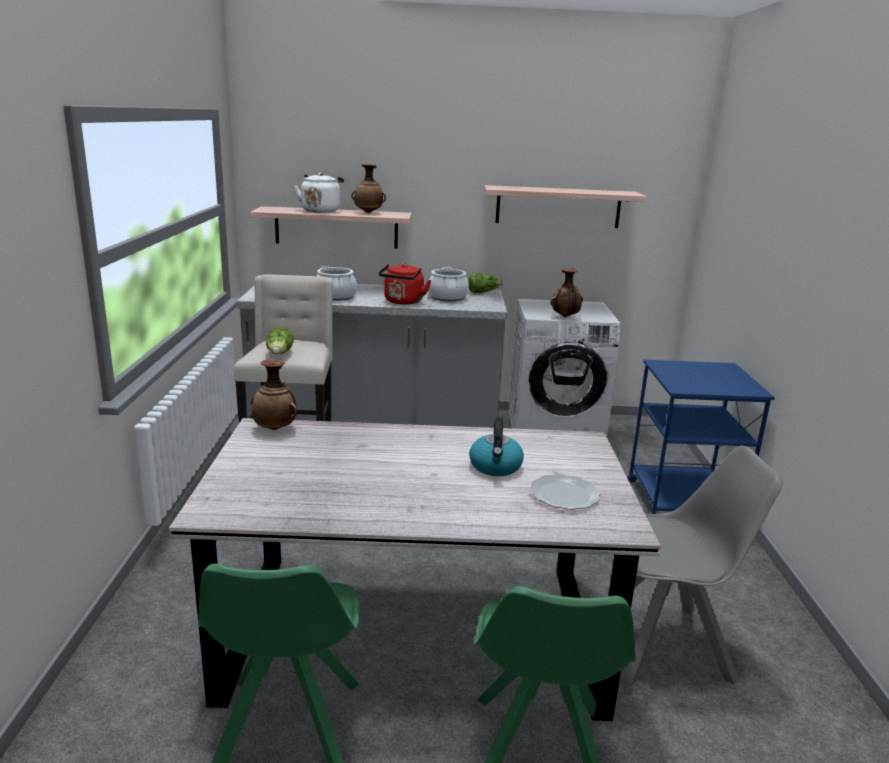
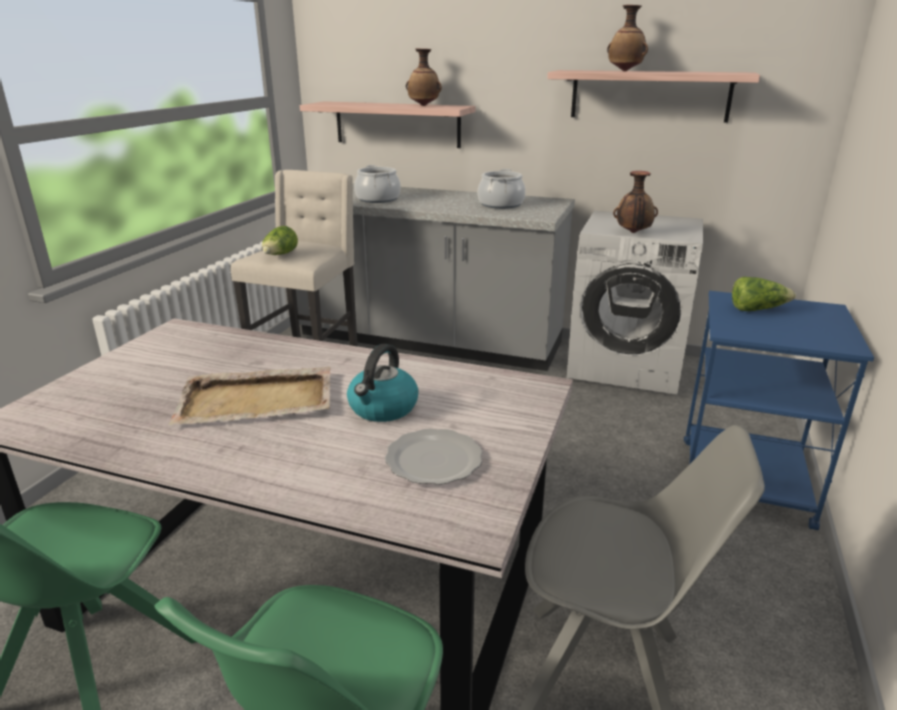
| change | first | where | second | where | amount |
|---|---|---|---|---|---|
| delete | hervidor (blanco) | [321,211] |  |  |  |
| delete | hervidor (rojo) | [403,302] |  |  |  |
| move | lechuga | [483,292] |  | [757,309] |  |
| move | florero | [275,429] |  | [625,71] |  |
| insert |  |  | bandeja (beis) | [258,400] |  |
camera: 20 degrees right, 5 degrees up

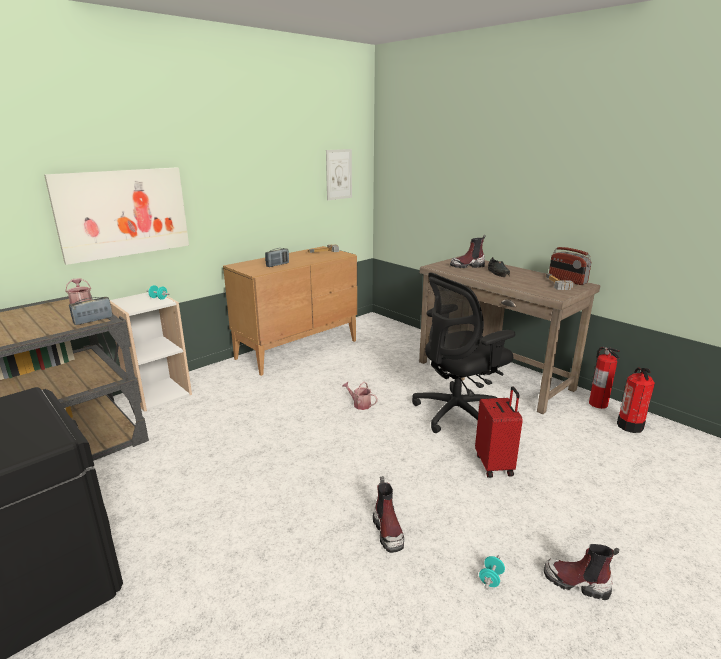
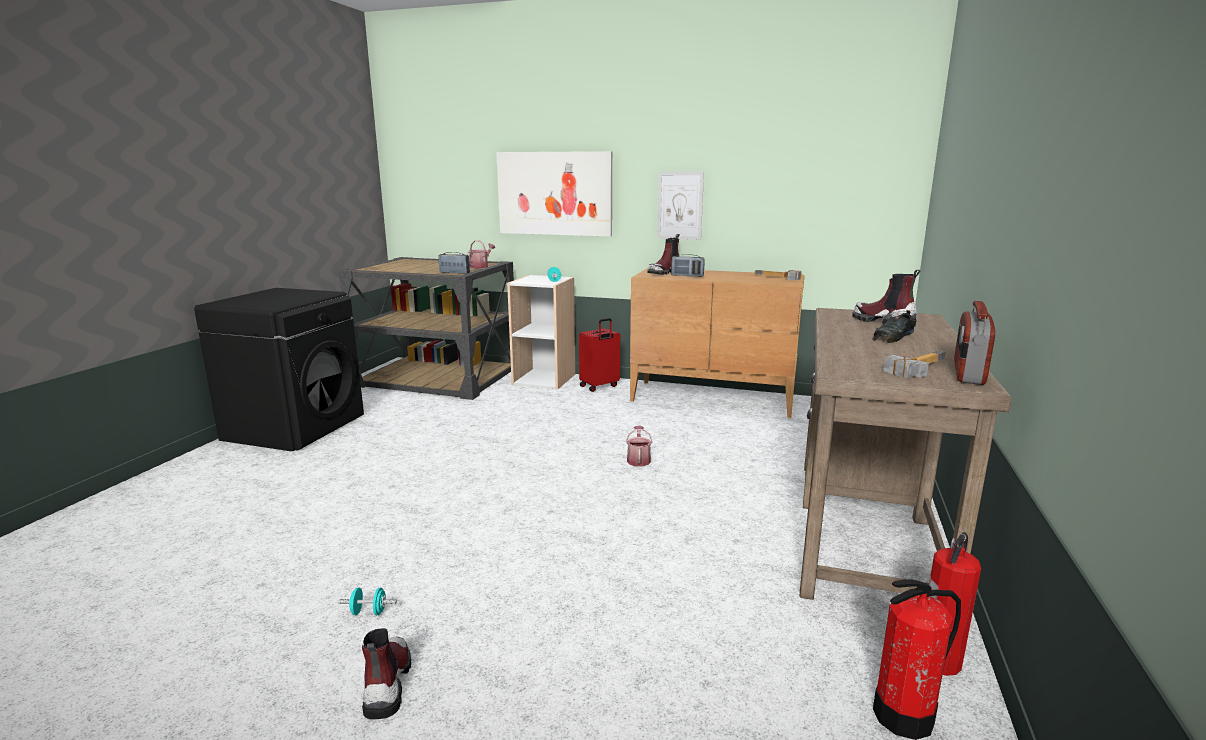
| change | first | where | second | where | amount |
|---|---|---|---|---|---|
| move | cuadro | [339,174] |  | [680,205] |  |
| delete | silla de oficina (negro) | [460,410] |  |  |  |
| move | maleta (rojo) | [495,465] |  | [599,386] |  |
| move | bota | [388,532] |  | [665,272] |  |
camera: 60 degrees right, 5 degrees down

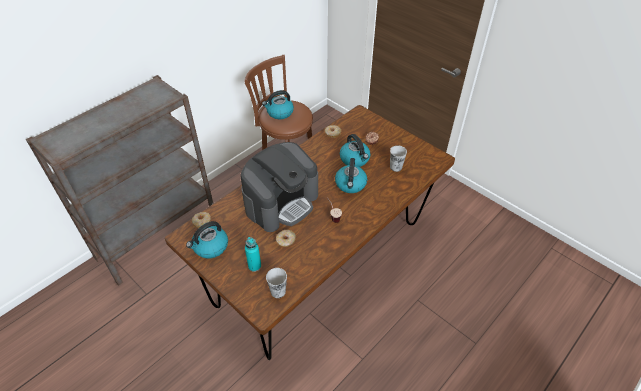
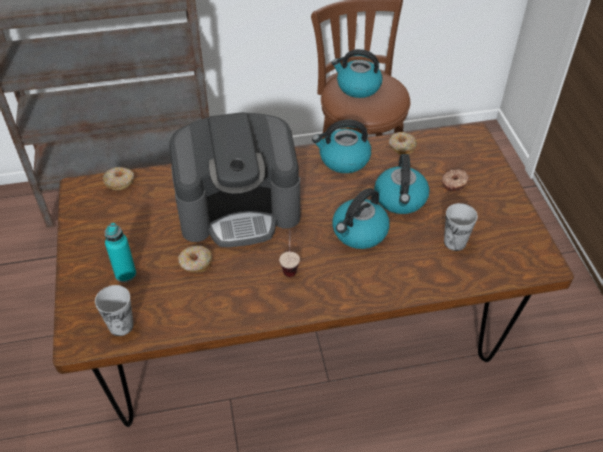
| change | first | where | second | where | amount |
|---|---|---|---|---|---|
| move | hervidor | [210,247] |  | [343,160] |  |
camera: 35 degrees right, 0 degrees up

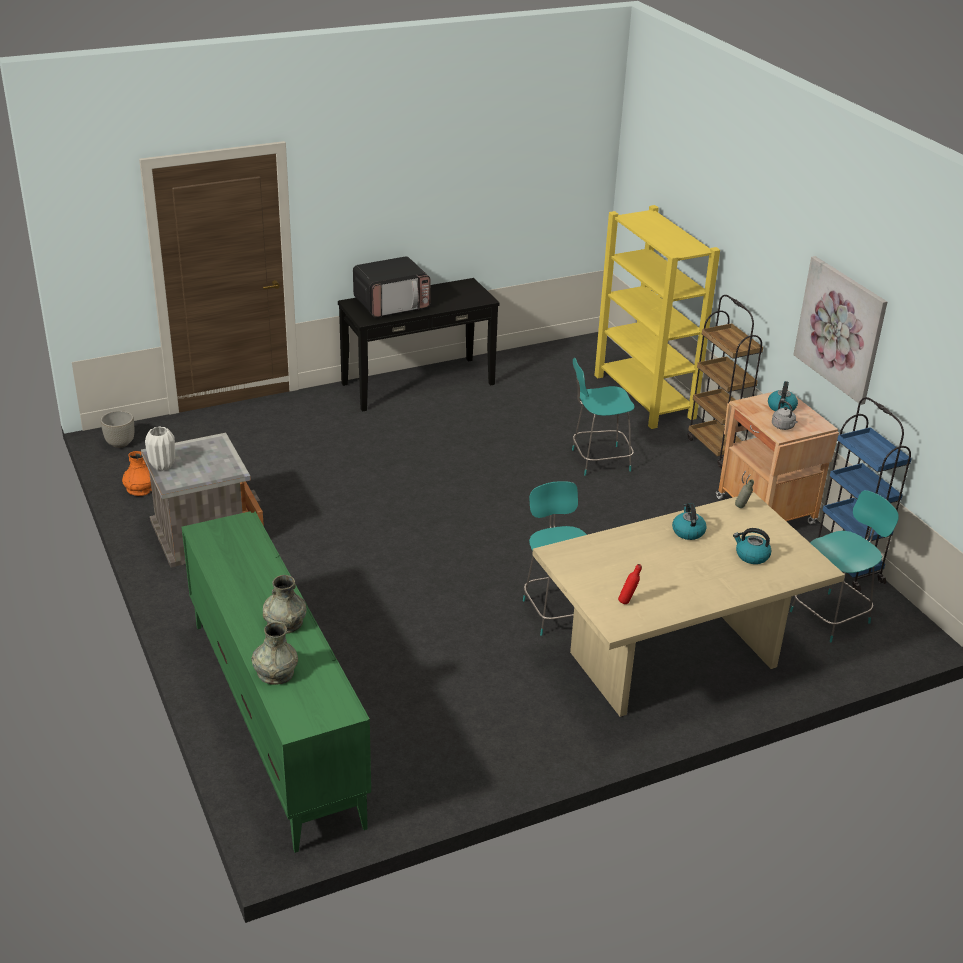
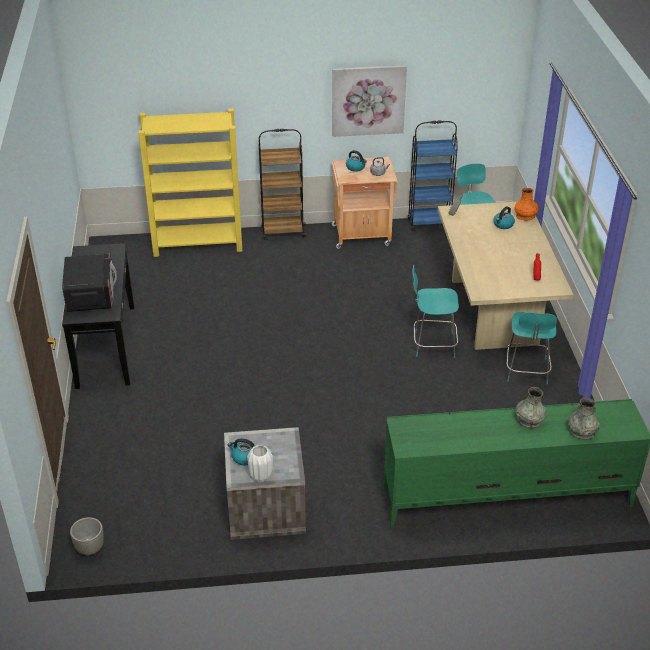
| change | first | where | second | where | amount |
|---|---|---|---|---|---|
| move | silla (turquesa) | [598,460] |  | [526,371] |  |
| move | florero (naranja) | [140,489] |  | [525,216] |  |
| move | hervidor | [688,531] |  | [244,457] |  |
camera: 70 degrees left, 5 degrees up

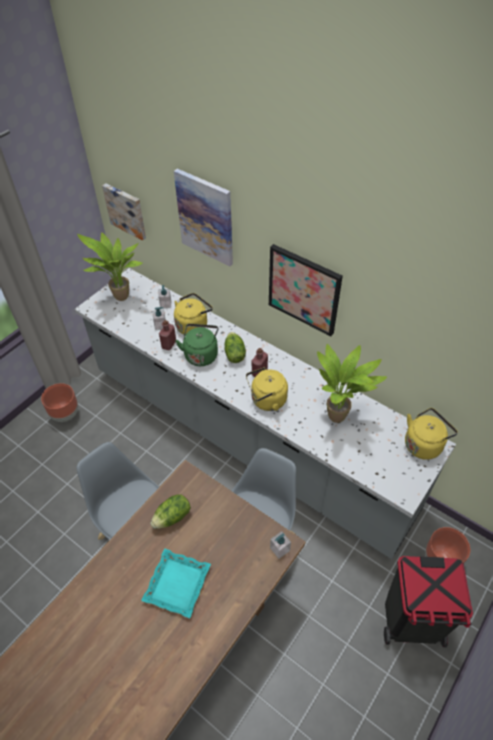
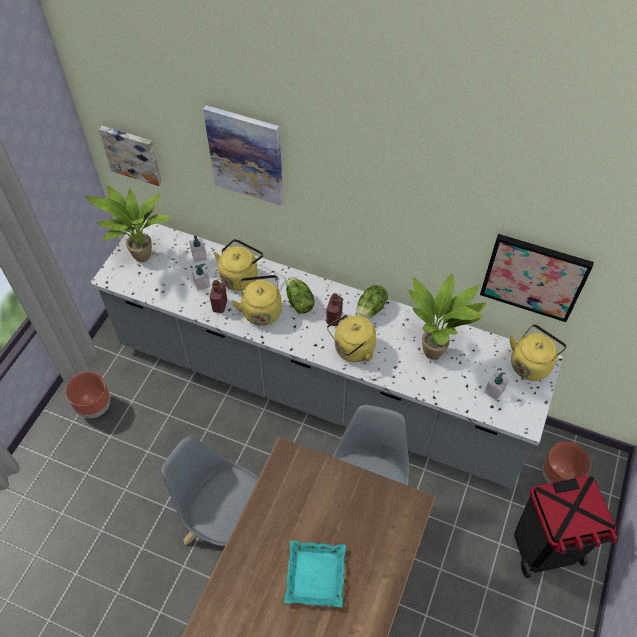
| change | first | where | second | where | amount |
|---|---|---|---|---|---|
| move | cuadro | [304,289] |  | [534,277] |  |
| recolor | hervidor (verde) | [201,354] | hervidor (amarillo) | [261,310] |  |
| move | lechuga | [172,517] |  | [371,309] |  |
| move | dispensador de jabón | [279,549] |  | [494,392] |  |
camera: 15 degrees left, 5 degrees up

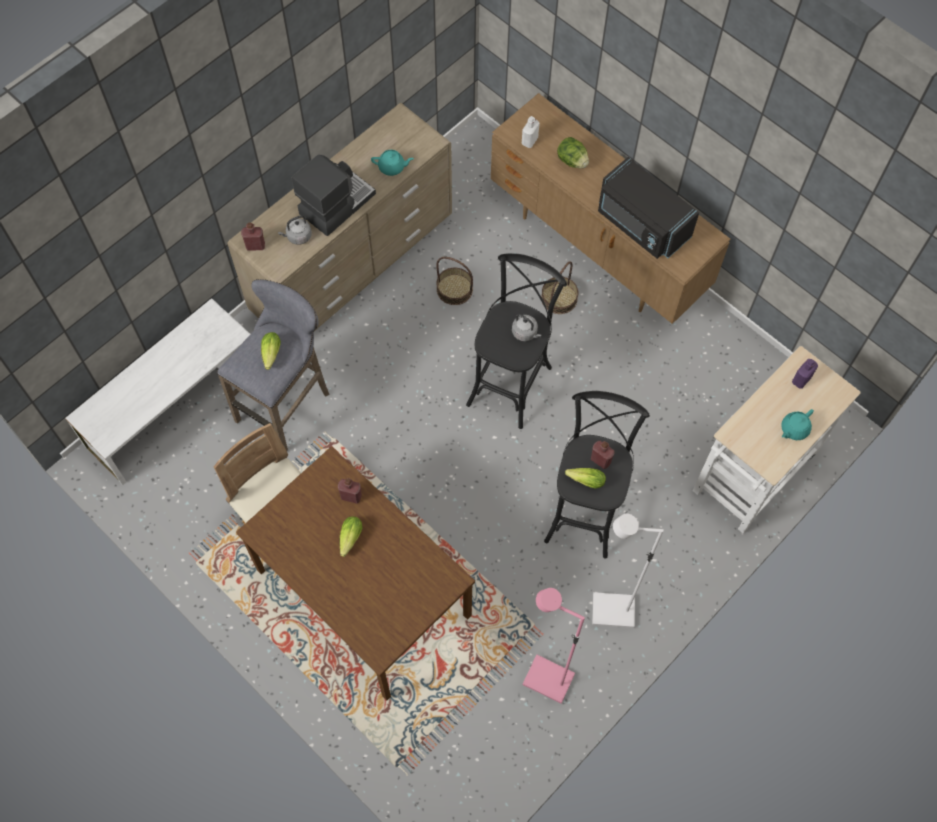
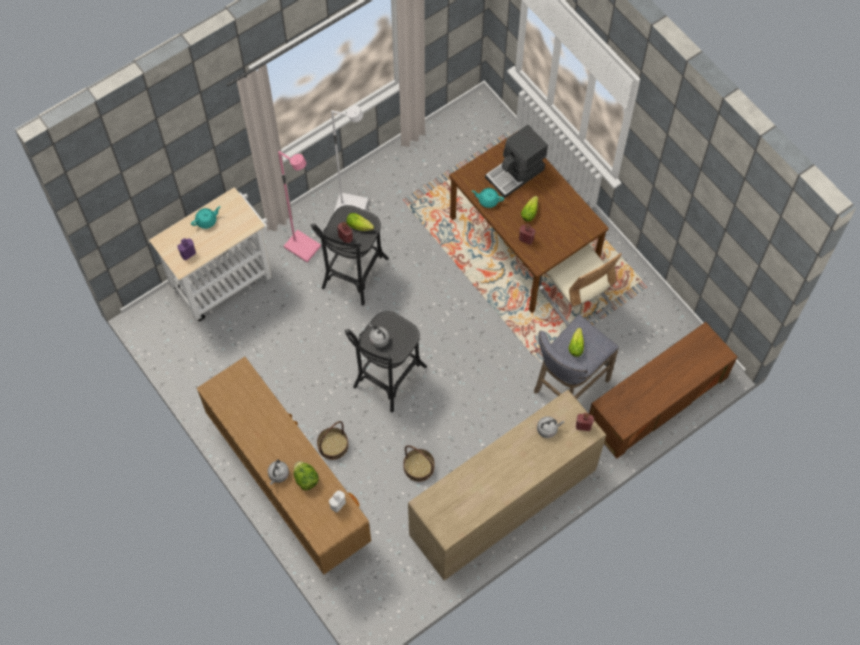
| change | first | where | second | where | amount |
|---|---|---|---|---|---|
| move | tetera (turquesa) | [392,167] |  | [488,200] |  |
| move | cafetera | [336,204] |  | [516,173] |  |
| delete | microondas (negro) | [641,224] |  |  |  |
| recolor | banco (blanco) | [174,403] | banco (marrón) | [657,401] |  |
| move | lámpara de pie (rosa) | [547,680] |  | [303,246] |  |
| insert |  |  | hervidor (gris) | [278,475] |  |
camera: 170 degrees left, 0 degrees up

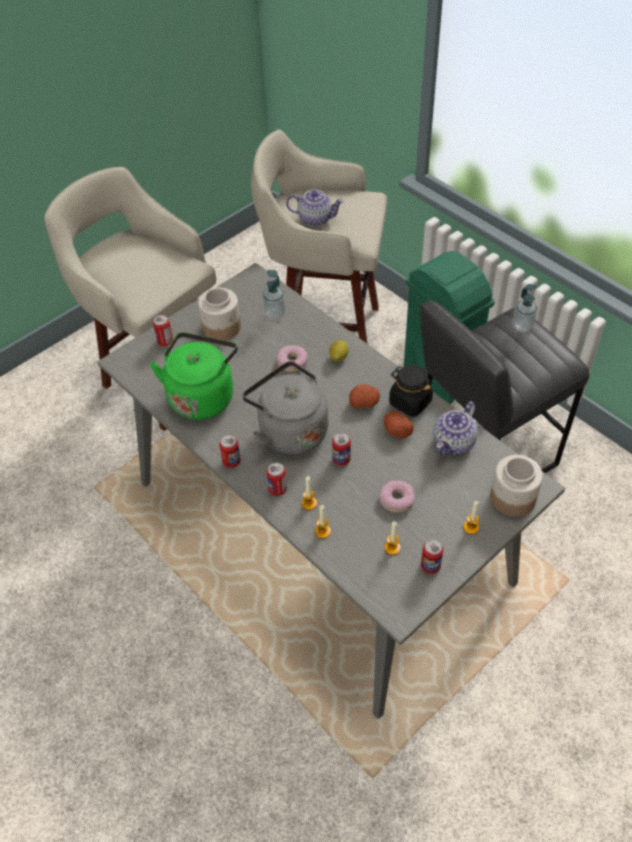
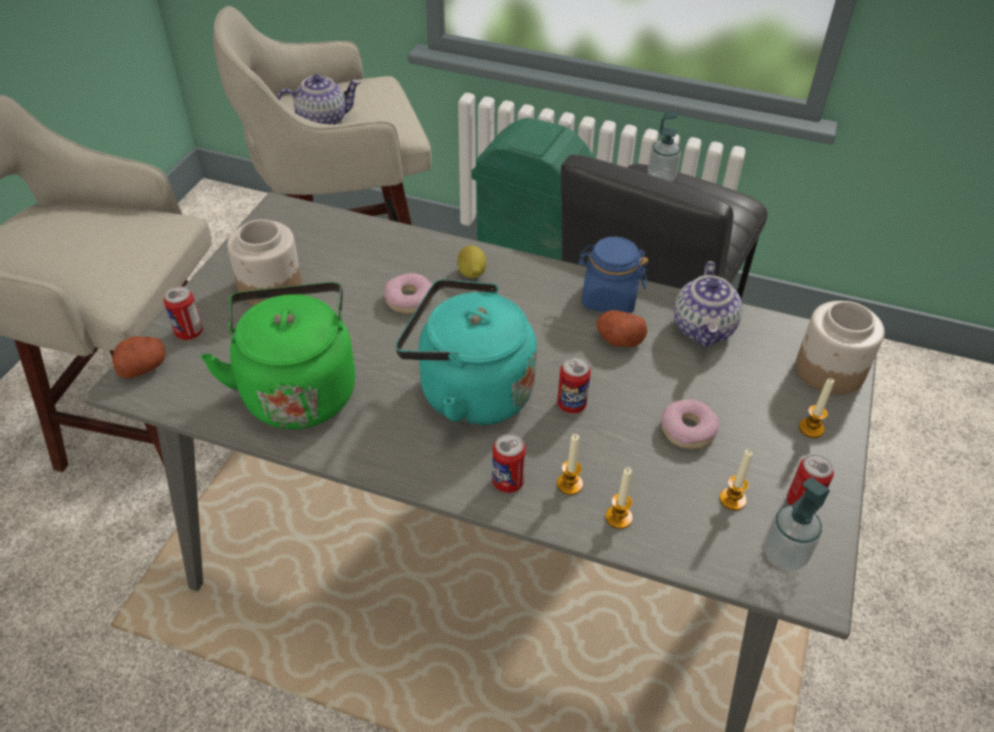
| change | first | where | second | where | amount |
|---|---|---|---|---|---|
| move | dispensador de jabón | [274,313] |  | [784,555] |  |
| recolor | hervidor (gris) | [289,430] | hervidor (turquesa) | [468,392] |  |
| recolor | tarro (negro) | [410,402] | tarro (azul) | [609,298] |  |
| move | patata | [364,402] |  | [143,366] |  |
| delete | lata | [231,461] |  |  |  |
camera: 30 degrees left, 5 degrees down

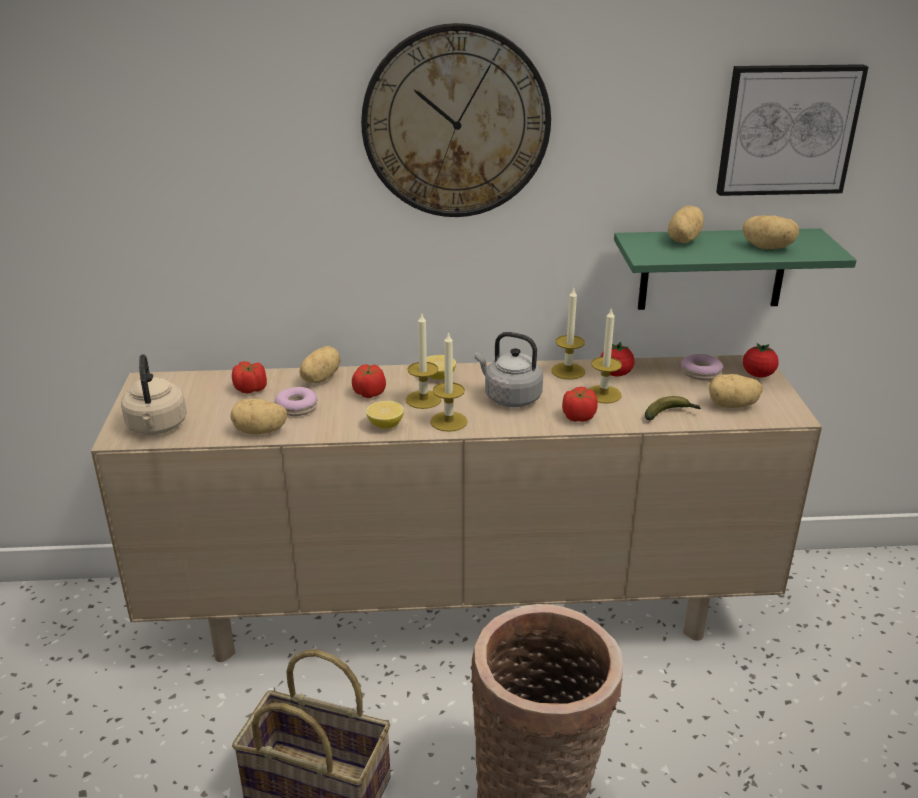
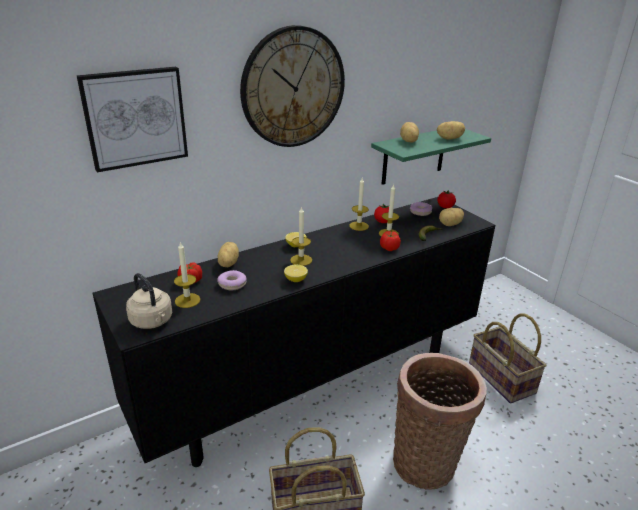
| change | first | where | second | where | amount |
|---|---|---|---|---|---|
| move | cuadro | [787,130] |  | [135,118] |  |
| move | vela | [448,421] |  | [187,300] |  |
| delete | hervidor (gris) | [509,397] |  |  |  |
| recolor | armario (beis) | [459,611] | armario (negro) | [315,382] |  |
| delete | tomate | [369,393] |  |  |  |
| delete | patata | [260,432] |  |  |  |
| insert |  |  | cesta | [500,378] |  |
camera: 30 degrees left, 0 degrees up

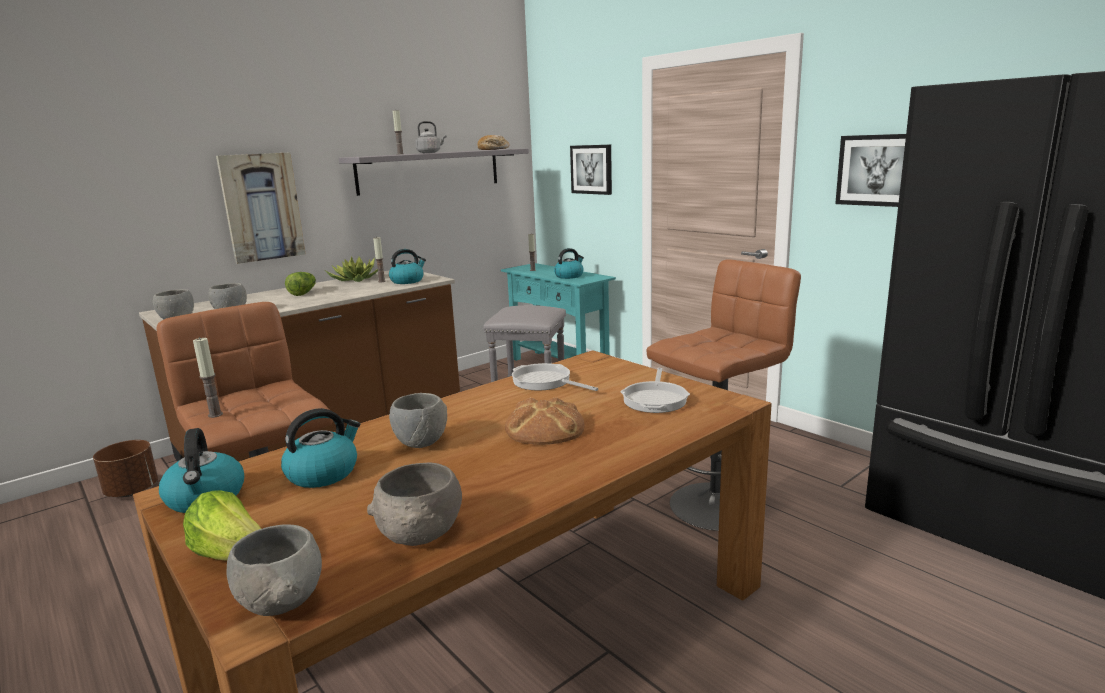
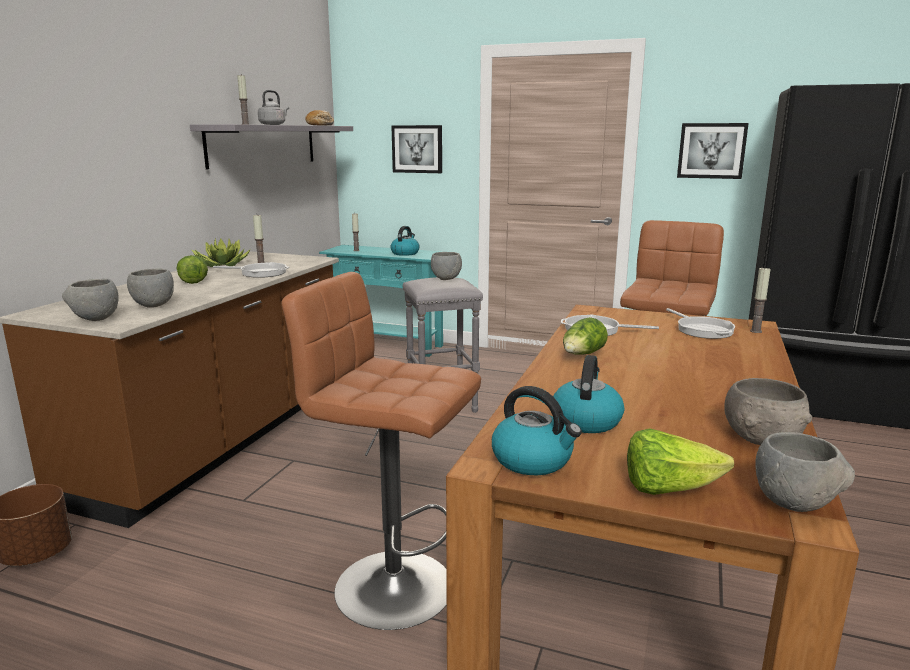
| change | first | where | second | where | amount |
|---|---|---|---|---|---|
| delete | cuadro | [262,207] |  |  |  |
| delete | hervidor | [407,281] |  |  |  |
| move | vela | [215,415] |  | [756,331] |  |
| move | cuenco (gris) | [422,444] |  | [446,279] |  |
| delete | pan | [544,428] |  |  |  |
| insert |  |  | sartén | [260,273] |  |
| insert |  |  | lechuga | [582,355] |  |
camera: 30 degrees left, 0 degrees up

